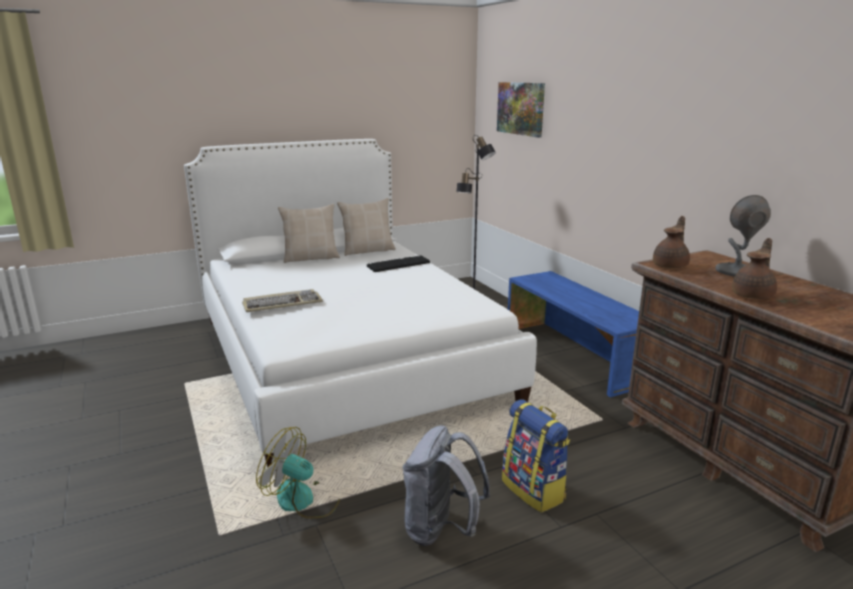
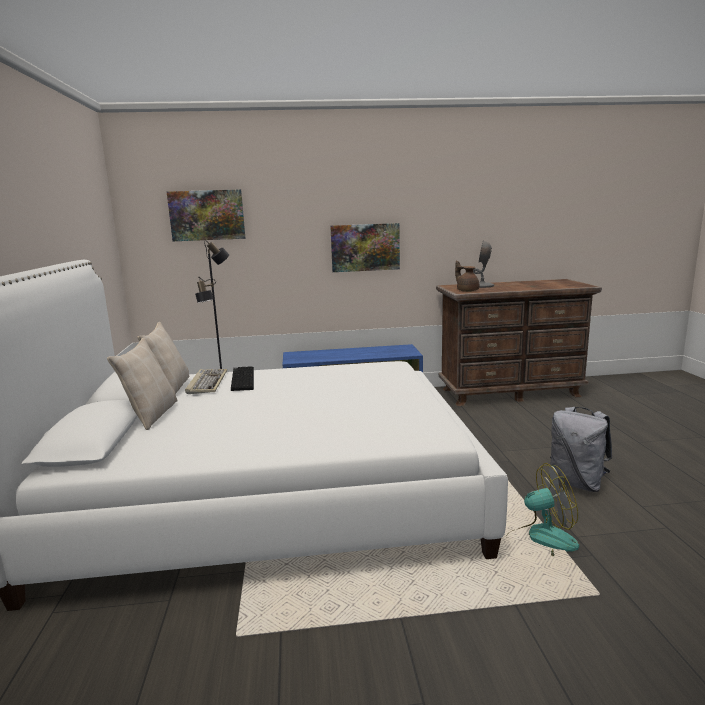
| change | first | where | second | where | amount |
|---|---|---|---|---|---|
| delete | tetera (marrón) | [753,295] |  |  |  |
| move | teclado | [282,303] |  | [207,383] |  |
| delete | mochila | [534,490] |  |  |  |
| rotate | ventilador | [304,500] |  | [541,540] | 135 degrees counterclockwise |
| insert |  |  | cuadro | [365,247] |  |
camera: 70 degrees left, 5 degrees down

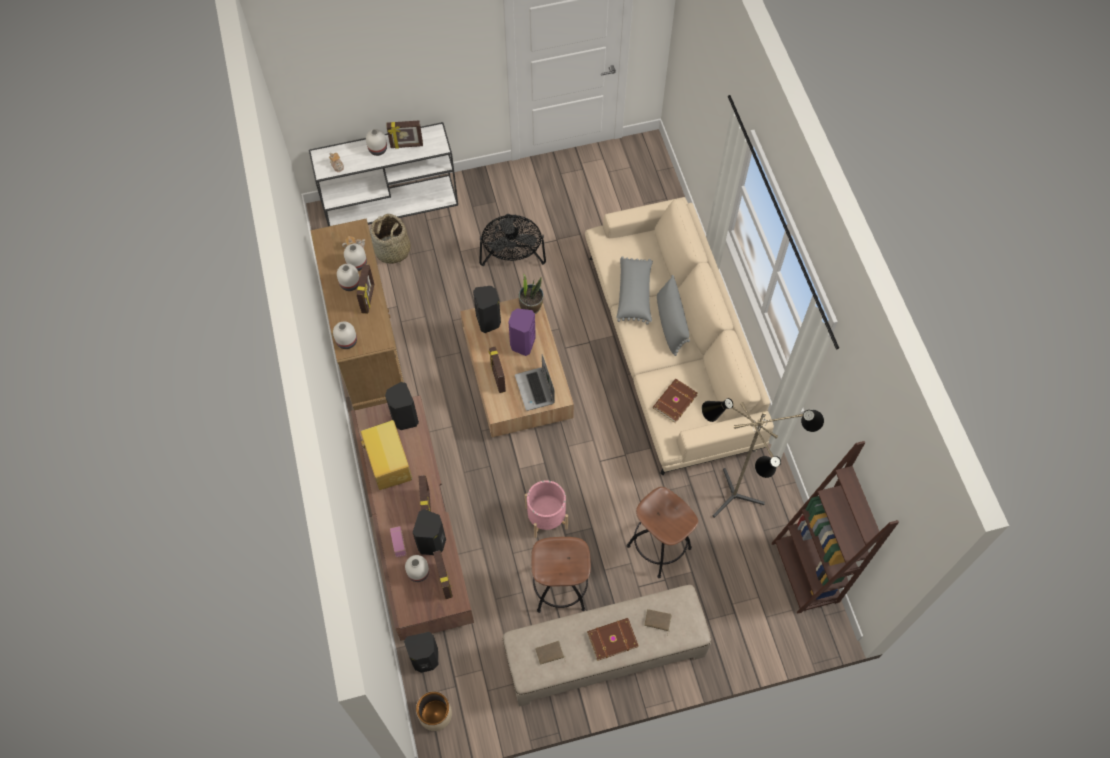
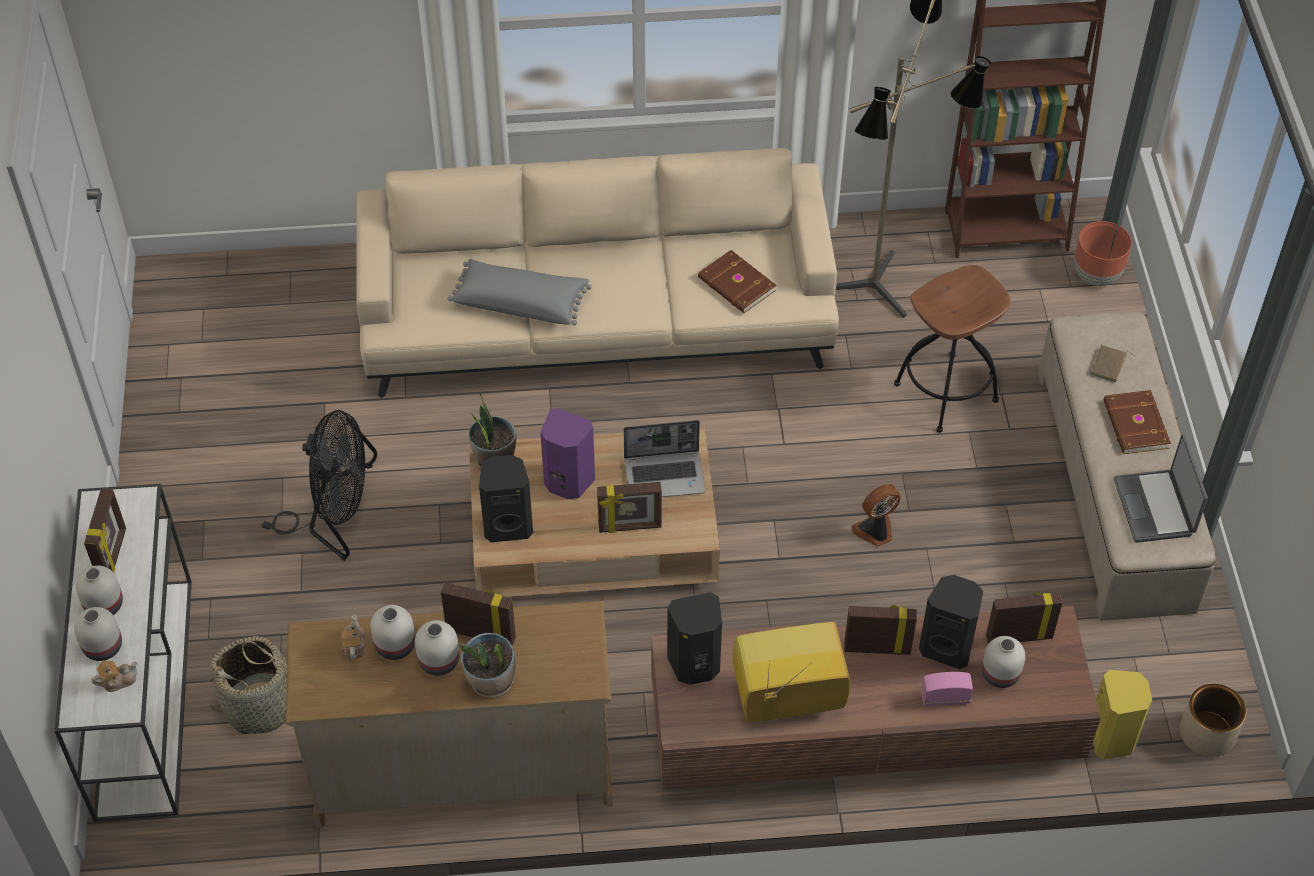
| change | first | where | second | where | amount |
|---|---|---|---|---|---|
| delete | cojín (gris) | [670,323] |  |  |  |
| move | florero (blanco) | [346,341] |  | [103,648] |  |
| replace | maceta (rosa) | [546,517] | ventilador | [875,531] |  |
| delete | taburete (marrón) | [560,588] |  |  |  |
| recolor | altavoz (negro) | [425,659] | altavoz (amarillo) | [1112,738] |  |
| replace | libro (marrón) | [549,654] | portátil | [1155,507] |  |
| insert |  |  | maceta (marrón) | [1097,276] |  |
| insert |  |  | planta en maceta | [491,681] |  |
camera: 80 degrees left, 10 degrees down

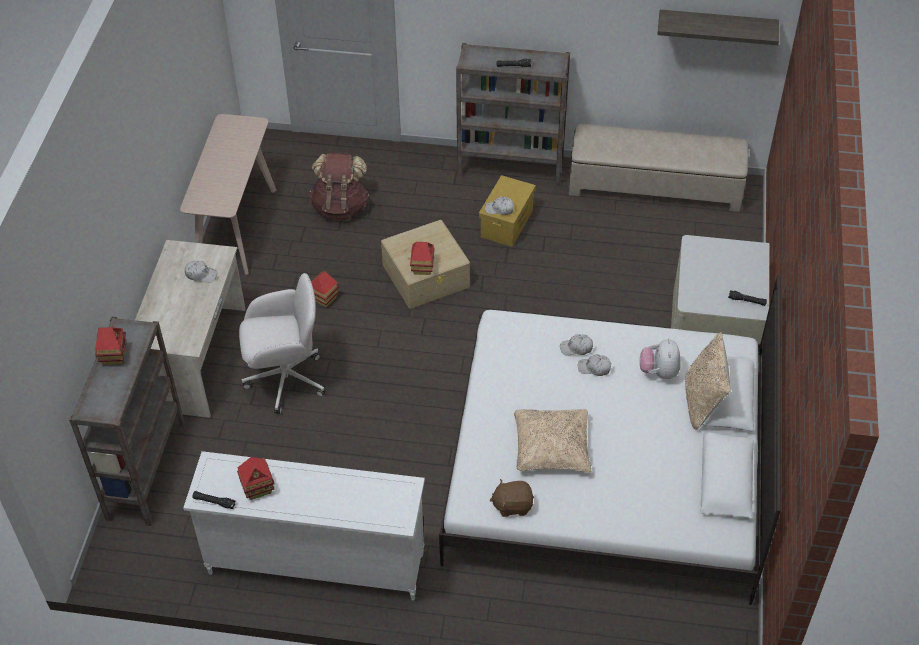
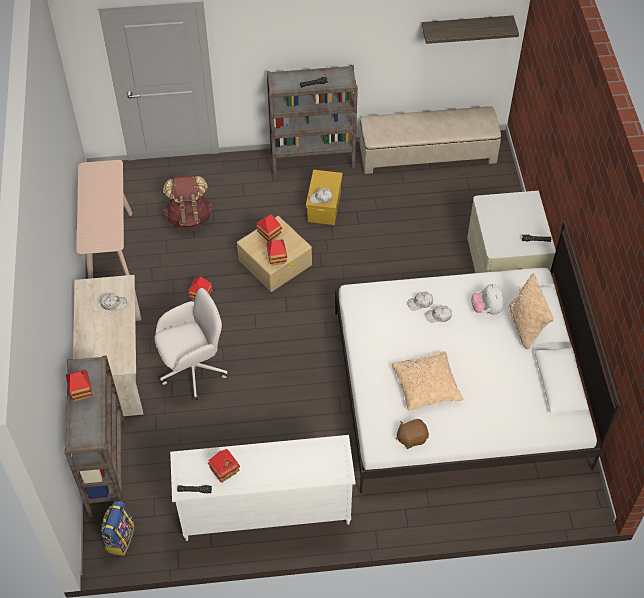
| change | first | where | second | where | amount |
|---|---|---|---|---|---|
| insert |  |  | casita | [269,235] |  |
| insert |  |  | mochila | [119,538] |  |
camera: 15 degrees left, 5 degrees up

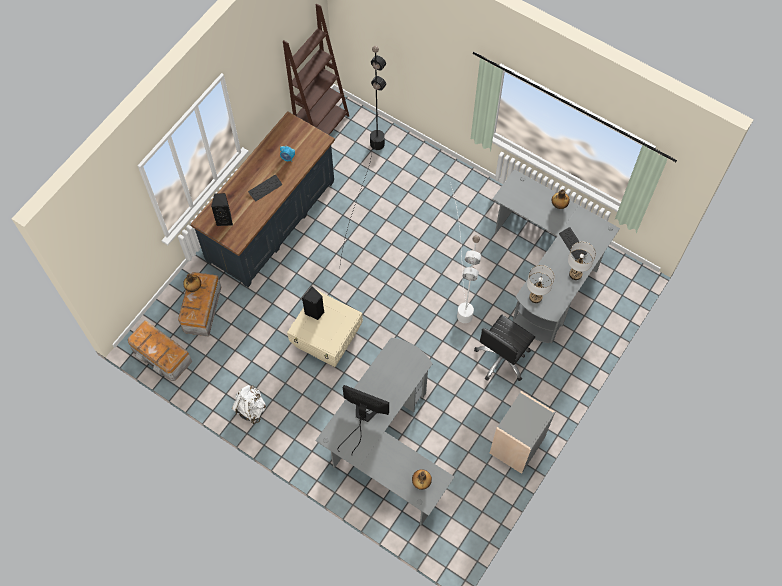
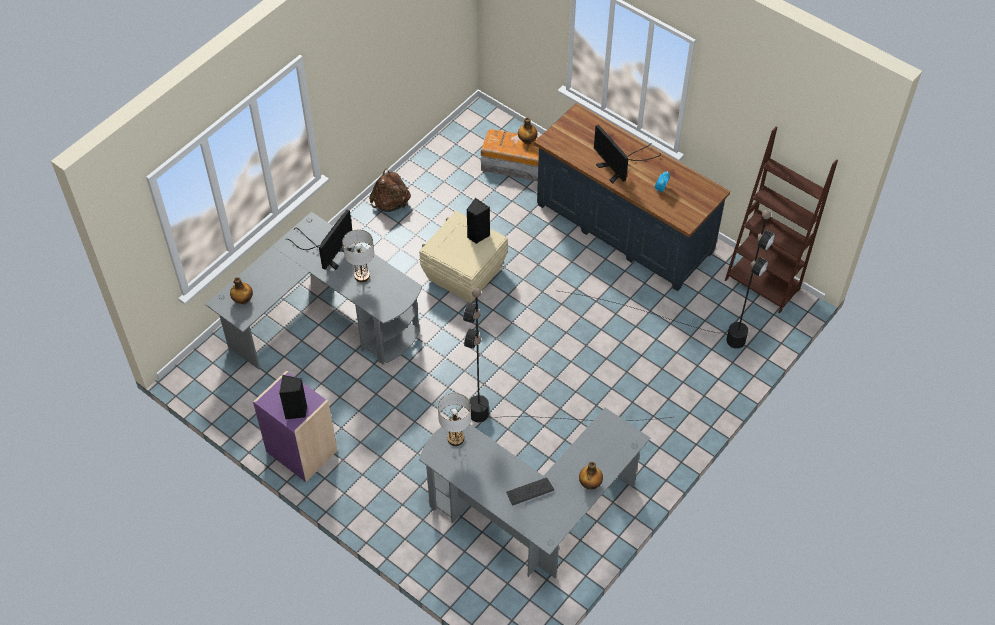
| change | first | where | second | where | amount |
|---|---|---|---|---|---|
| replace | teclado | [265,188] | monitor | [619,167] |  |
| recolor | lámpara de pie (blanco) | [462,277] | lámpara de pie (negro) | [533,416] |  |
| move | altavoz (negro) | [225,219] |  | [296,411] |  |
| move | lámpara de mesa | [575,274] |  | [362,276] |  |
| delete | silla de oficina (negro) | [502,358] |  |  |  |
| delete | caja de almacenaje | [162,357] |  |  |  |
| recolor | mochila (blanco) | [251,408] | mochila (marrón) | [391,204] |  |
| recolor | estantería (gris) | [517,446] | estantería (morado) | [300,451] |  |
camera: 95 degrees right, 10 degrees down

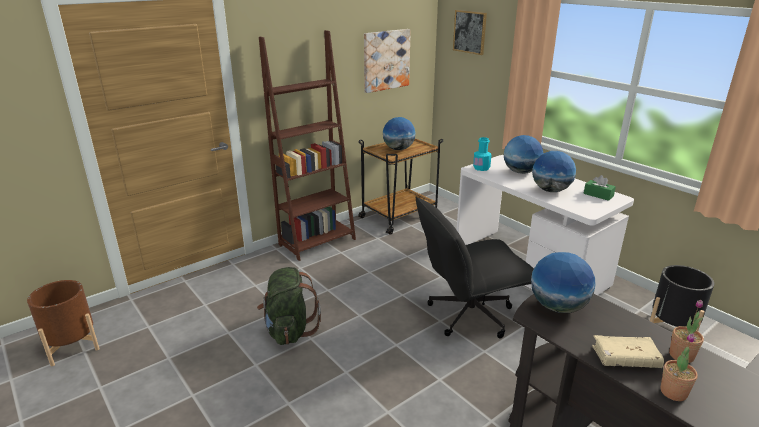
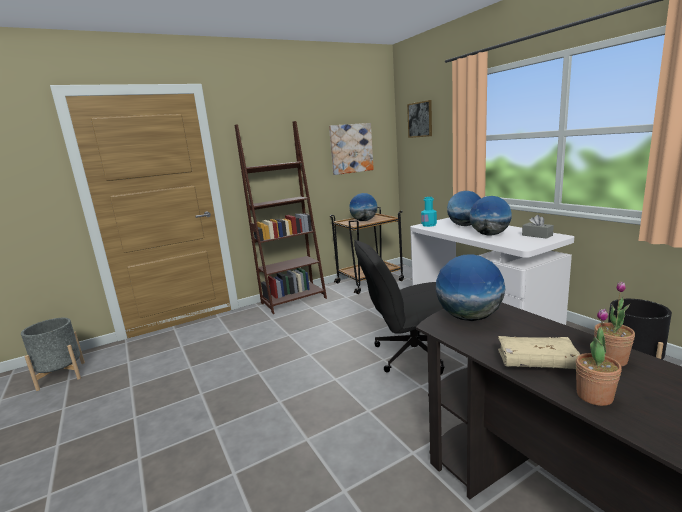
| change | first | where | second | where | amount |
|---|---|---|---|---|---|
| recolor | caja de pañuelos (verde) | [598,195] | caja de pañuelos (gris) | [537,235] |  |
| delete | mochila (verde) | [289,330] |  |  |  |
| recolor | maceta (marrón) | [72,346] | maceta (gris) | [61,376] |  |
camera: 10 degrees right, 10 degrees down

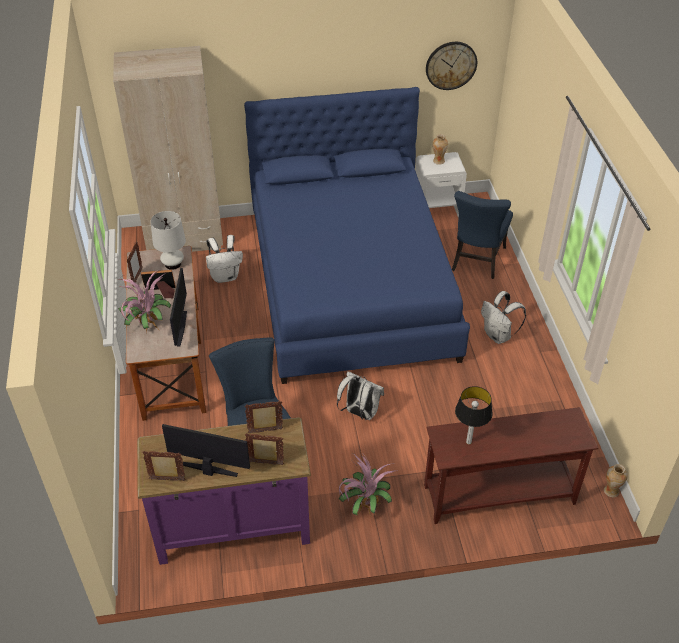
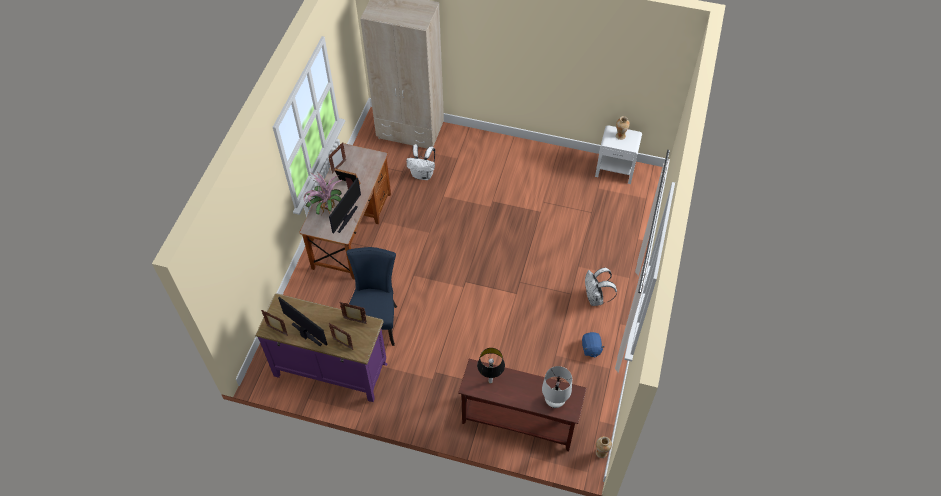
| change | first | where | second | where | amount |
|---|---|---|---|---|---|
| delete | reloj de pared | [451,65] |  |  |  |
| delete | cama (azul) | [351,284] |  |  |  |
| delete | silla (azul) | [476,261] |  |  |  |
| move | lámpara de mesa (blanco) | [173,264] |  | [554,401] |  |
| delete | mochila (blanco) | [359,413] |  |  |  |
| delete | planta en maceta | [364,505] |  |  |  |
| insert |  |  | peluche (azul) | [591,348] |  |
camera: 25 degrees right, 10 degrees up

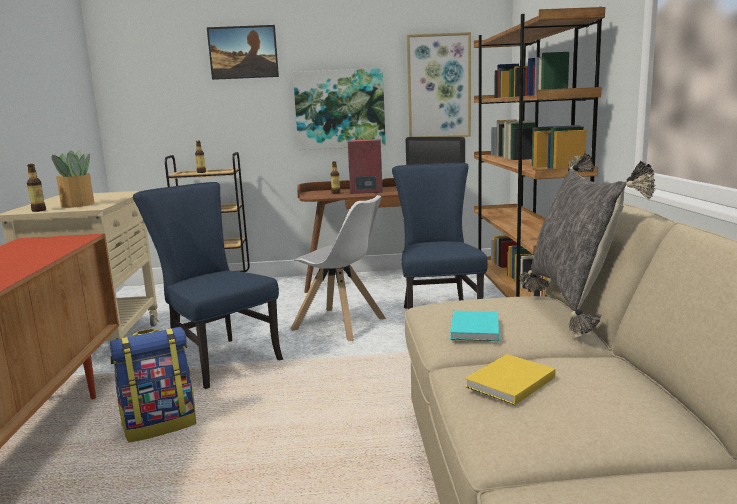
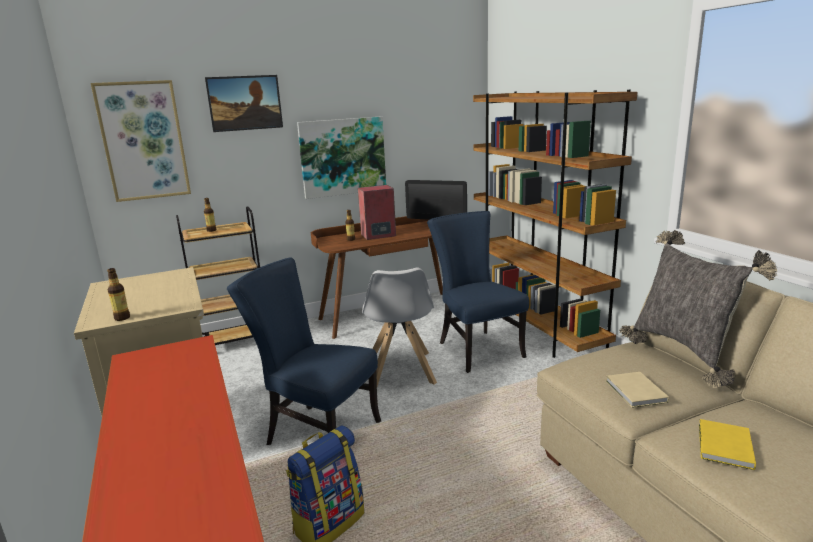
| change | first | where | second | where | amount |
|---|---|---|---|---|---|
| move | cuadro | [439,86] |  | [143,141] |  |
| delete | planta en maceta | [77,205] |  |  |  |
| rotate | silla | [341,325] |  | [400,371] | 75 degrees clockwise |
| recolor | libro (turquesa) | [473,329] | libro (beis) | [635,392] |  |
camera: 20 degrees left, 5 degrees up

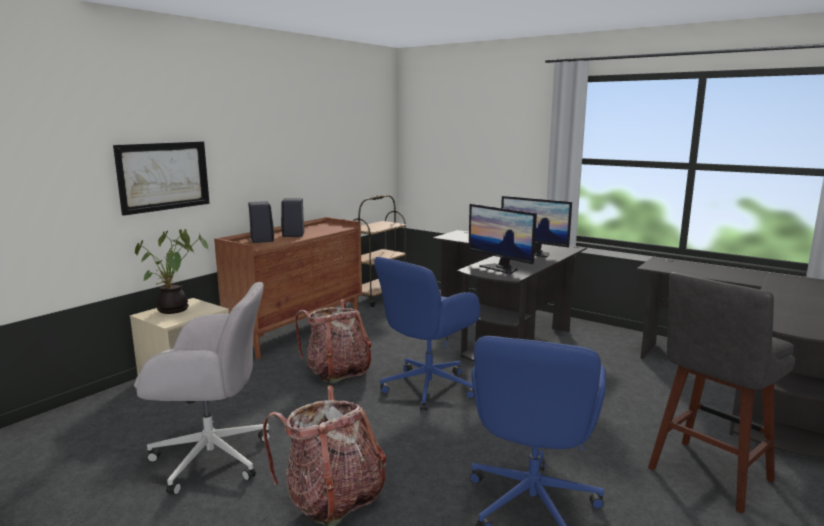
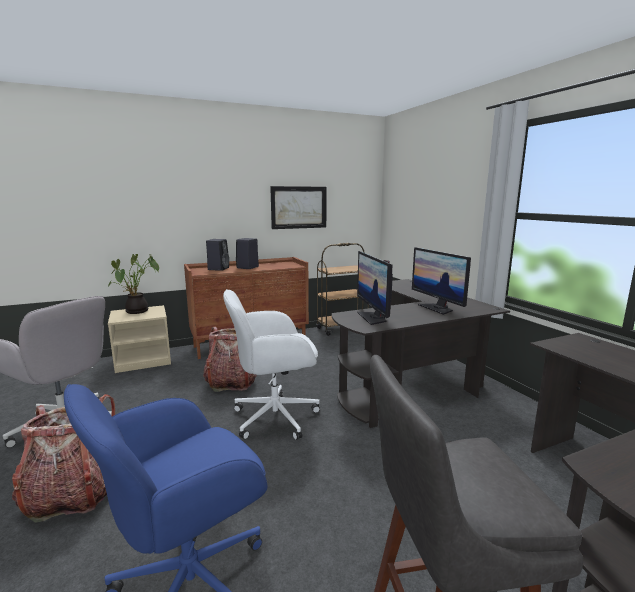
| change | first | where | second | where | amount |
|---|---|---|---|---|---|
| move | cuadro | [163,176] |  | [299,207] |  |
| recolor | silla de oficina (azul) | [427,388] | silla de oficina (blanco) | [274,417] |  |
camera: 30 degrees right, 0 degrees up

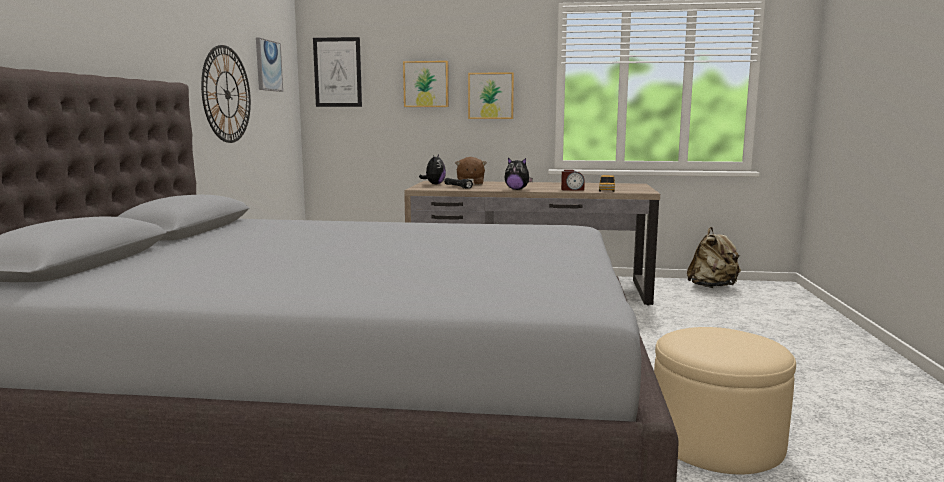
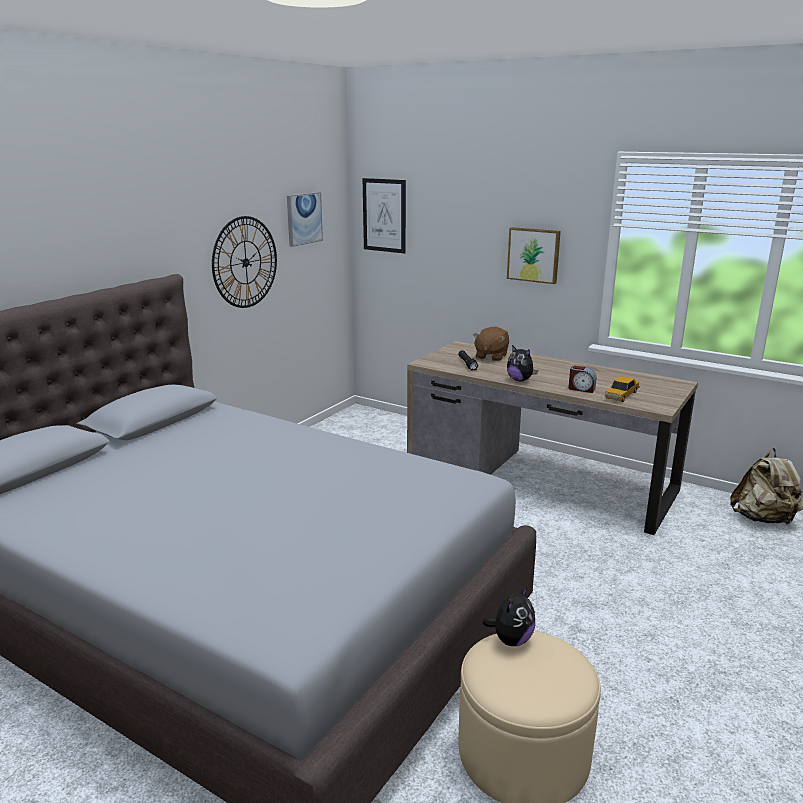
| change | first | where | second | where | amount |
|---|---|---|---|---|---|
| delete | cuadro | [426,84] |  |  |  |
| move | peluche | [434,184] |  | [511,640] |  |
camera: 25 degrees right, 10 degrees up

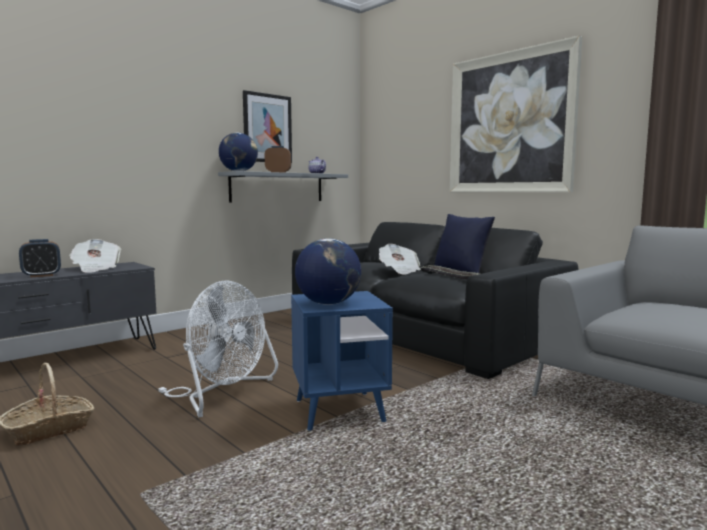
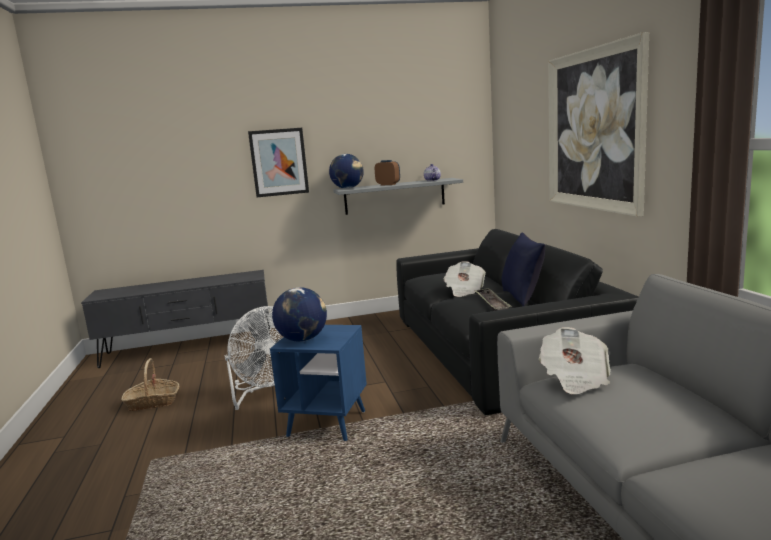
| change | first | where | second | where | amount |
|---|---|---|---|---|---|
| move | cuadro | [267,128] |  | [279,162] |  |
| delete | despertador | [41,275] |  |  |  |
| move | periódico | [96,268] |  | [574,378] |  |
camera: 30 degrees right, 5 degrees up

